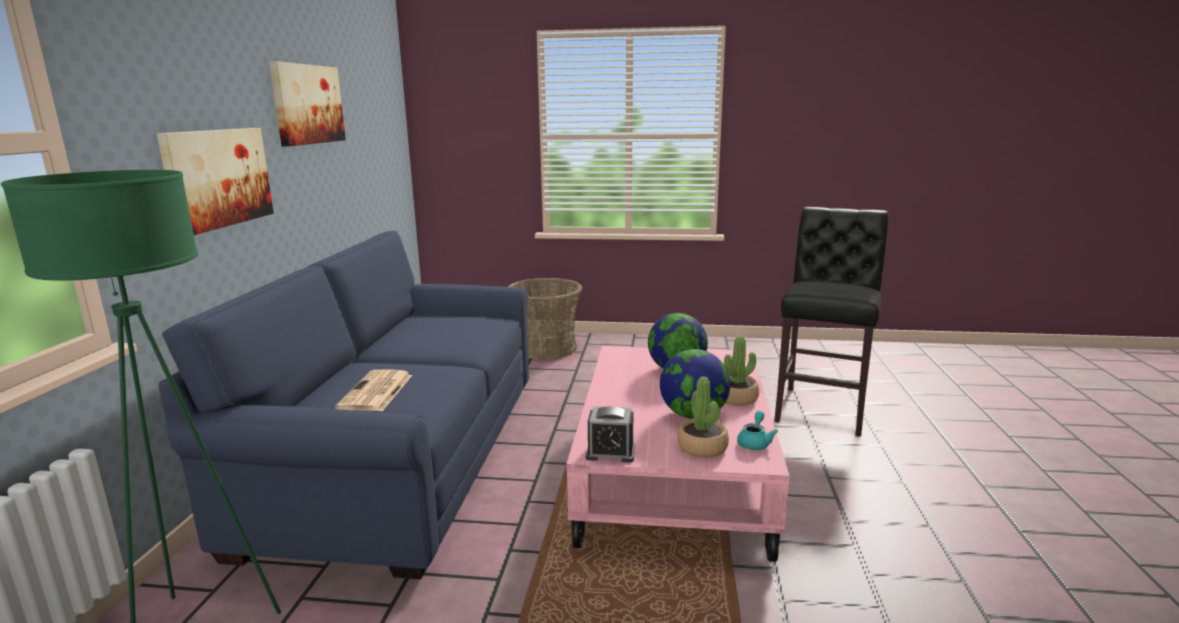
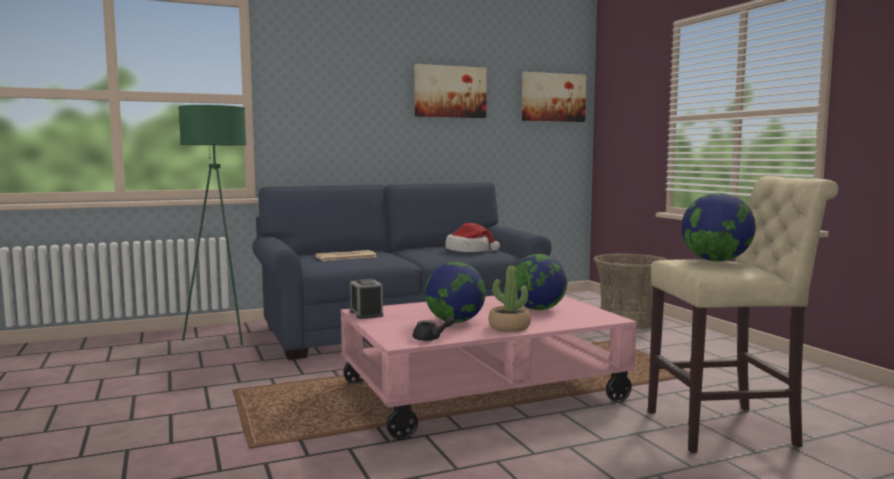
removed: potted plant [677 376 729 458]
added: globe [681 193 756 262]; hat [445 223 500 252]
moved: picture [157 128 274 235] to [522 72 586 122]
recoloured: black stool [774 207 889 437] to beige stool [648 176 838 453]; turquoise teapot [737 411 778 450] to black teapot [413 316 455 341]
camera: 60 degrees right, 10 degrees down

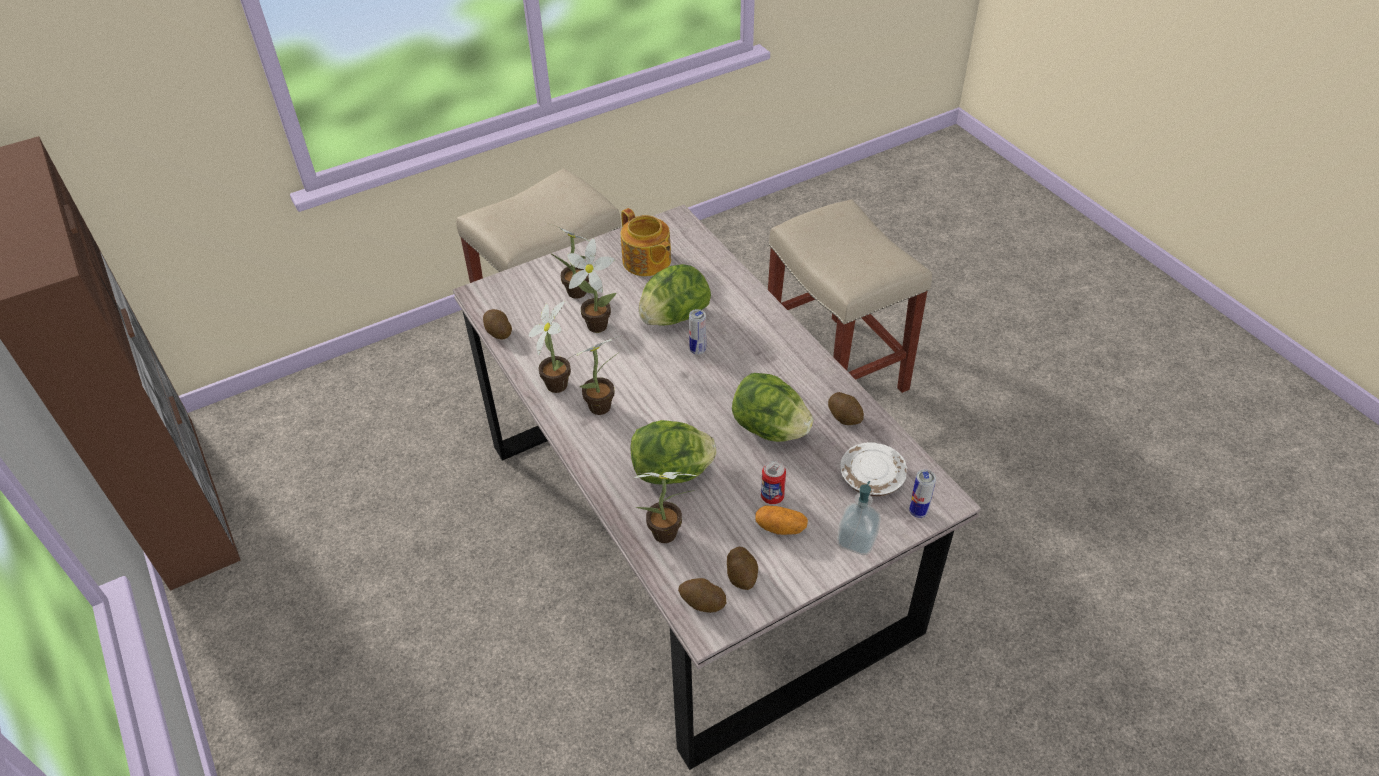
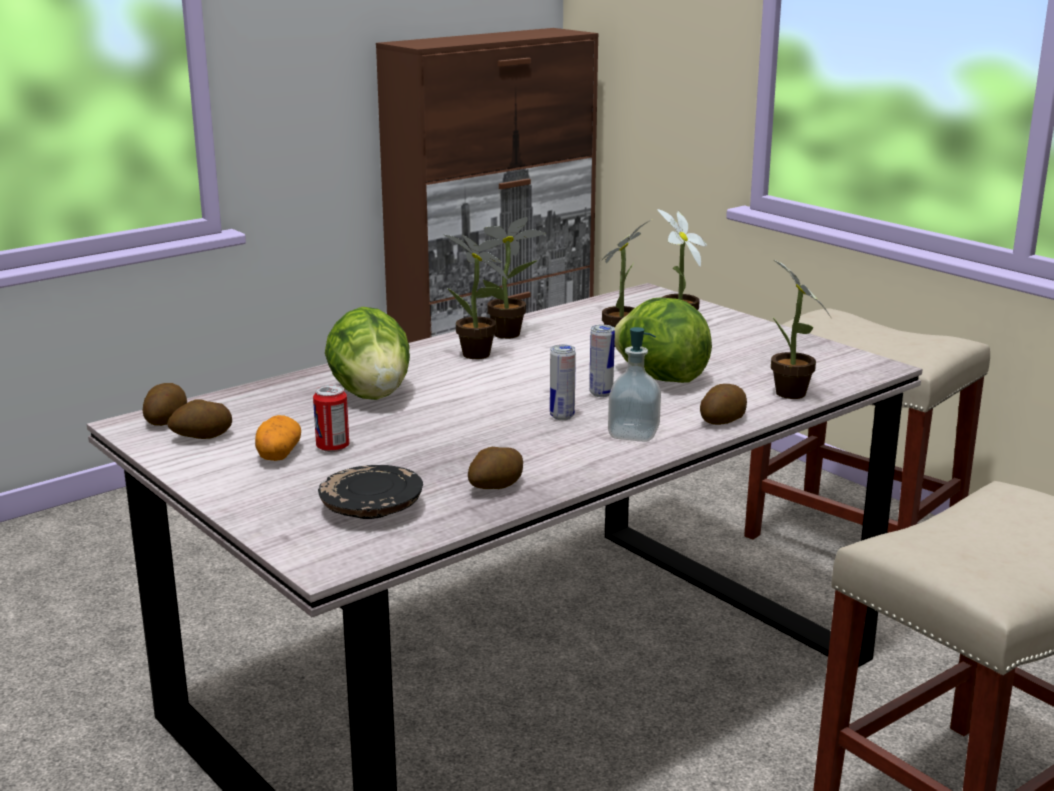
removed: teapot [621 208 671 276]; lettuce [732 373 813 442]
moved: potato [483 309 512 339] to [700 384 747 425]; can [909 470 936 518] to [550 344 576 420]; potted plant [634 472 700 543] to [771 260 832 399]; soap dispenser [837 481 881 555] to [608 327 661 442]
recoloured: white plate [840 442 907 496] to black plate [318 465 423 519]
camera: 80 degrees right, 25 degrees down

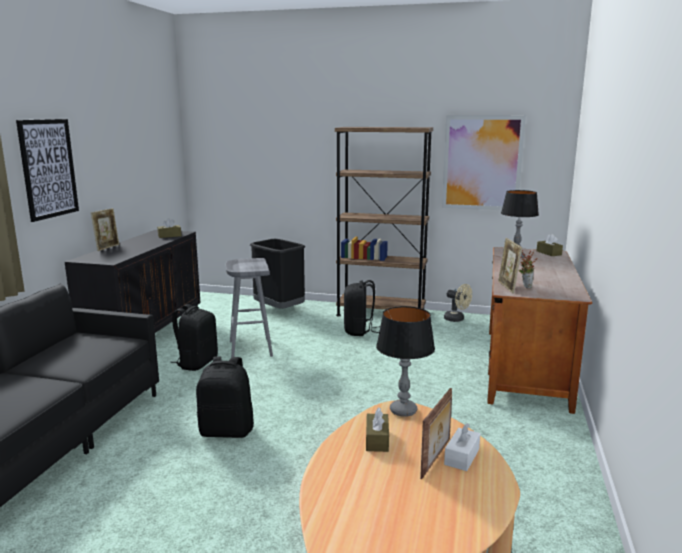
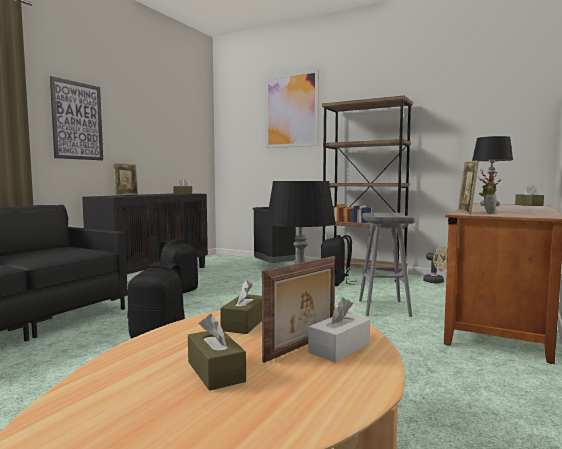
added: brown tissue box [188 314 246 391]
moved: picture [442 115 526 210] to [265 69 319 148]; grey stool [226 258 273 358] to [359 213 415 317]
camera: 15 degrees right, 10 degrees down

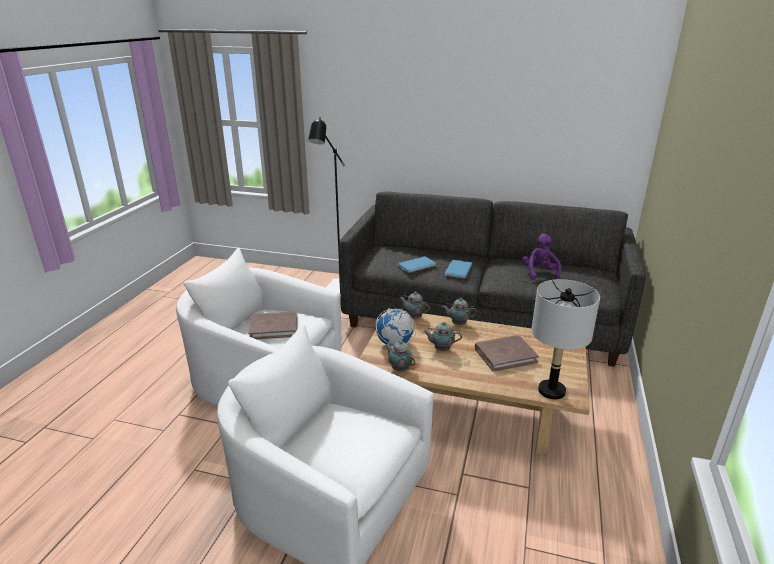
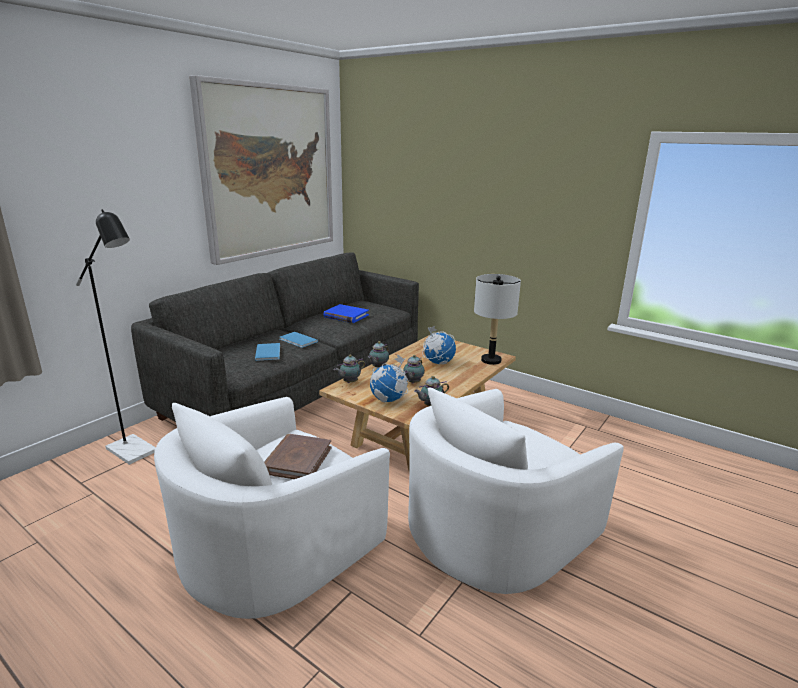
added: picture [189 75 333 265]
replaced: purple plush toy [522 234 561 280] to blue book [323 304 369 323]; brown book [475 335 539 372] to globe [422 326 456 364]
camera: 70 degrees left, 5 degrees down

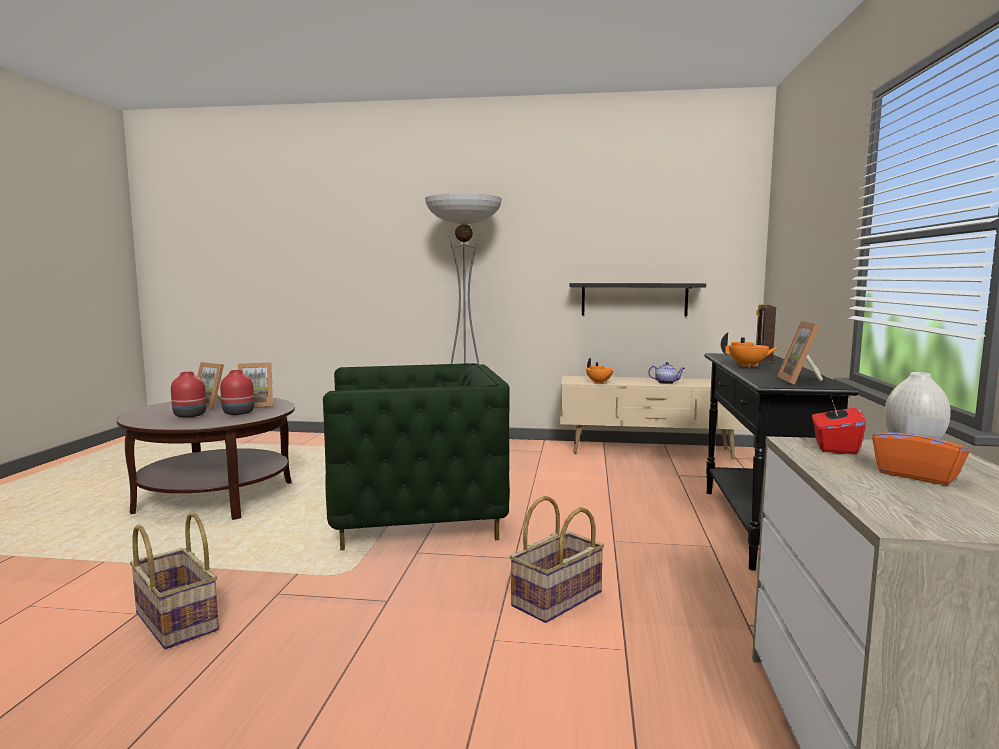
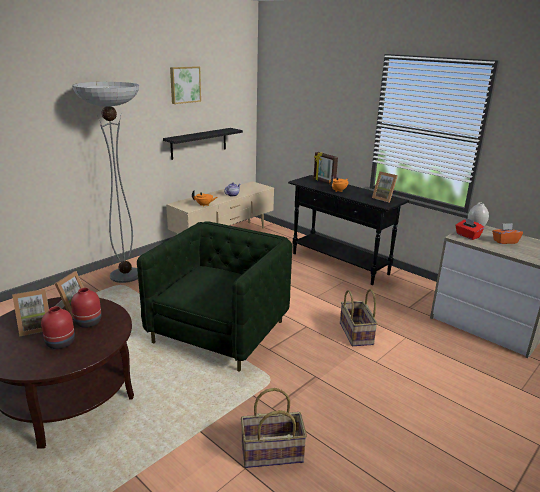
added: picture [170 66 201 104]
camera: 55 degrees left, 15 degrees up

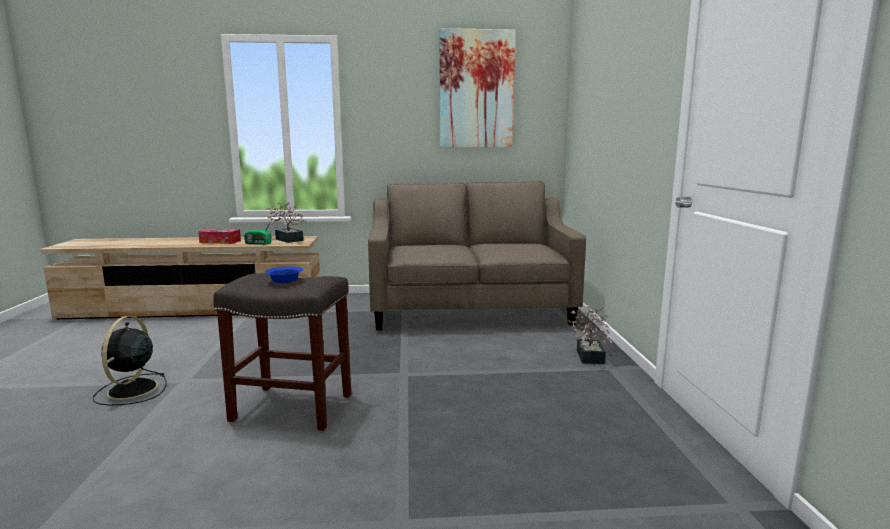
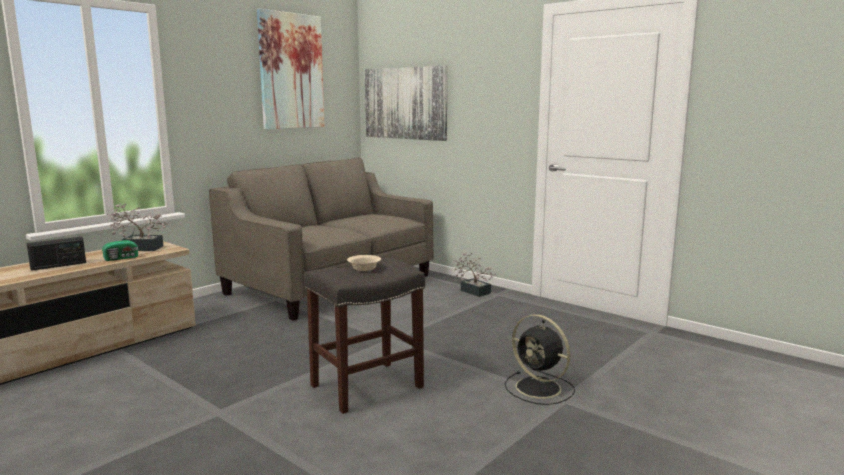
added: picture [365 66 448 141]
moved: black fan [93 316 166 405] to [504 314 575 405]
replaced: tissue box [198 229 241 244] to radio [27 237 86 271]
recoloured: blue bowl [265 266 303 283] to beige bowl [347 255 381 271]
camera: 45 degrees left, 0 degrees up

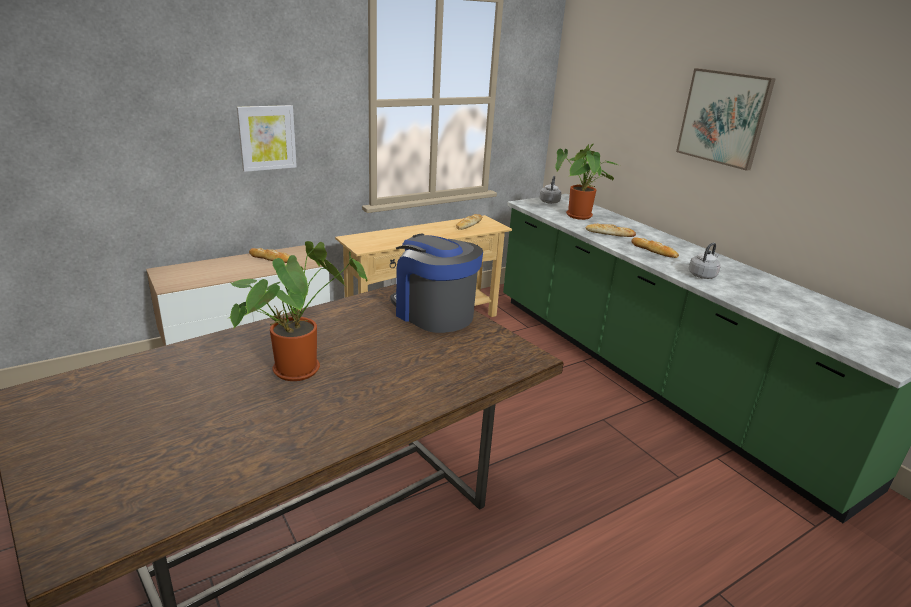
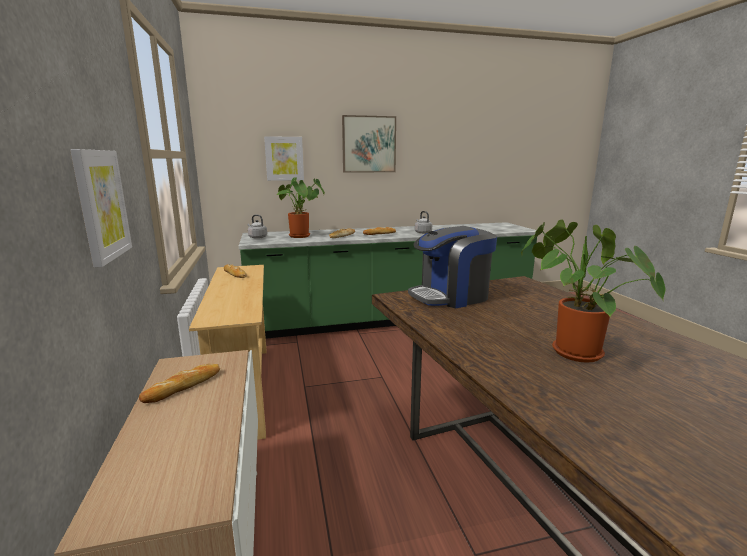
added: picture [264 136 304 181]
camera: 70 degrees left, 10 degrees down

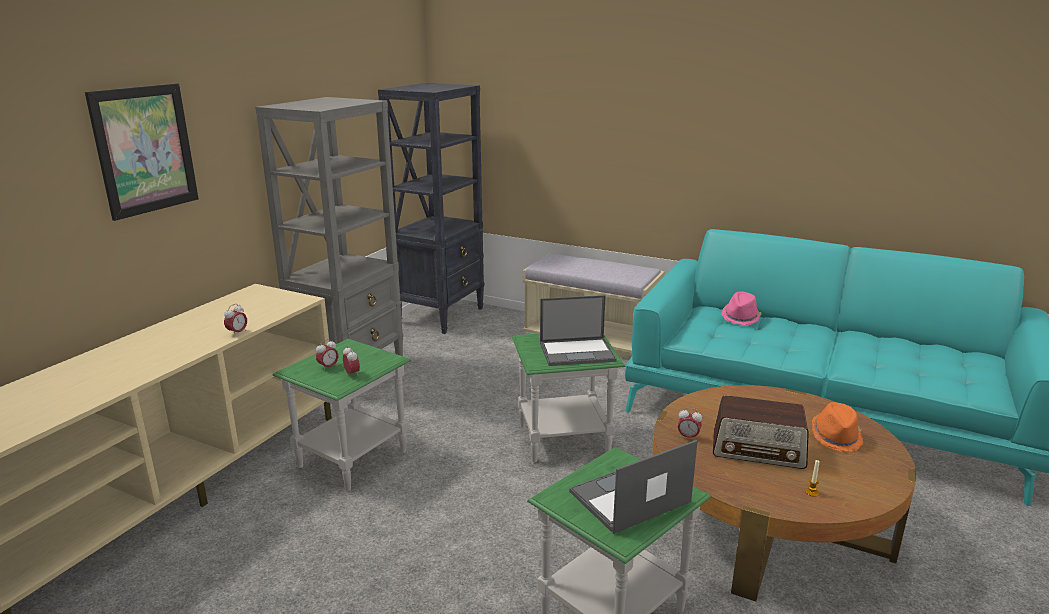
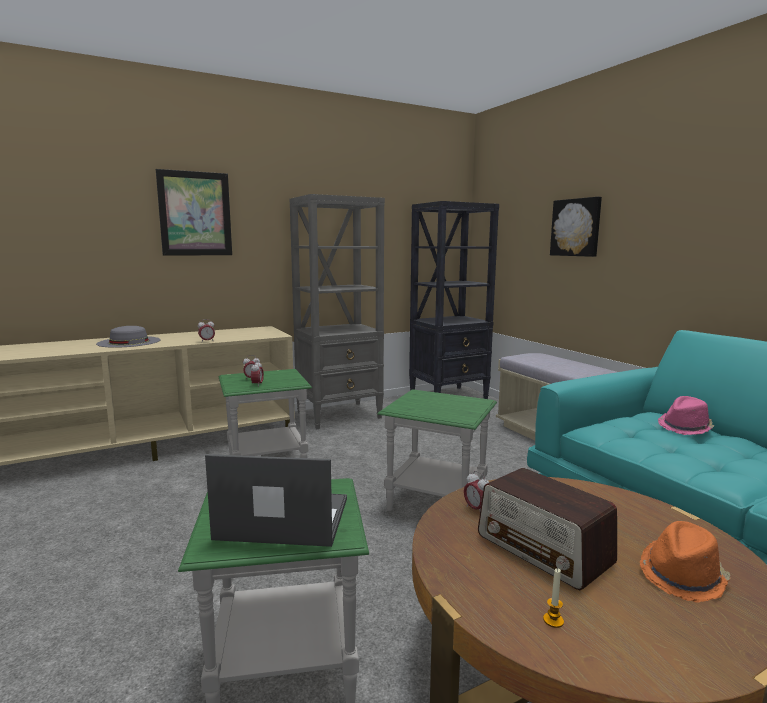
removed: laptop [540 295 616 366]
added: picture [550 197 602 257]; grey hat [96 326 161 348]
camera: 35 degrees right, 10 degrees down

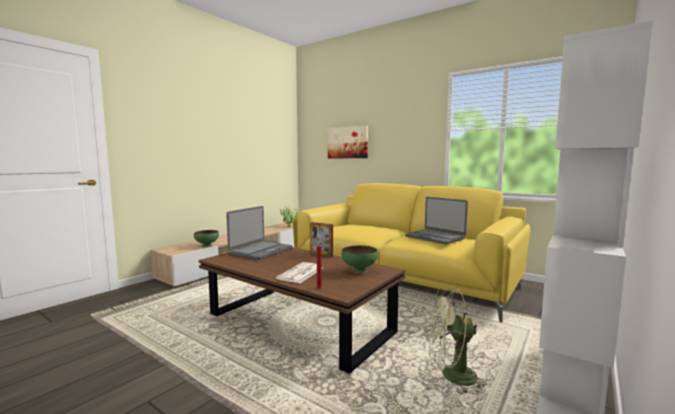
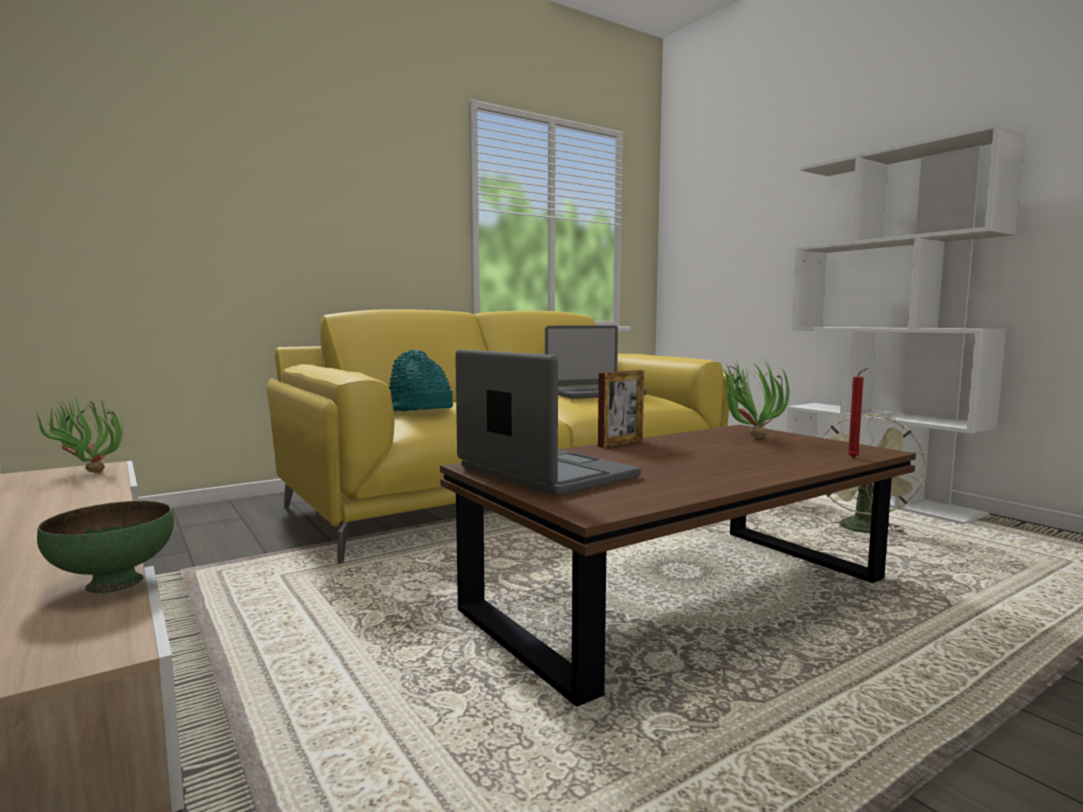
removed: picture [328 126 368 158]; newspaper [276 262 323 283]
added: turquoise hat [389 350 453 411]
replaced: green bowl [341 245 378 274] to potted plant [718 356 789 438]
camera: 70 degrees left, 0 degrees up

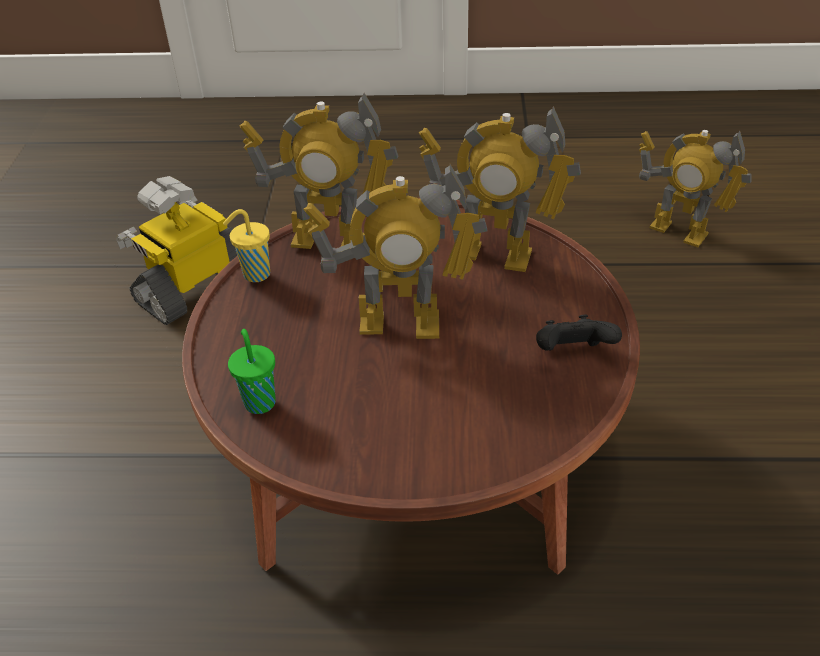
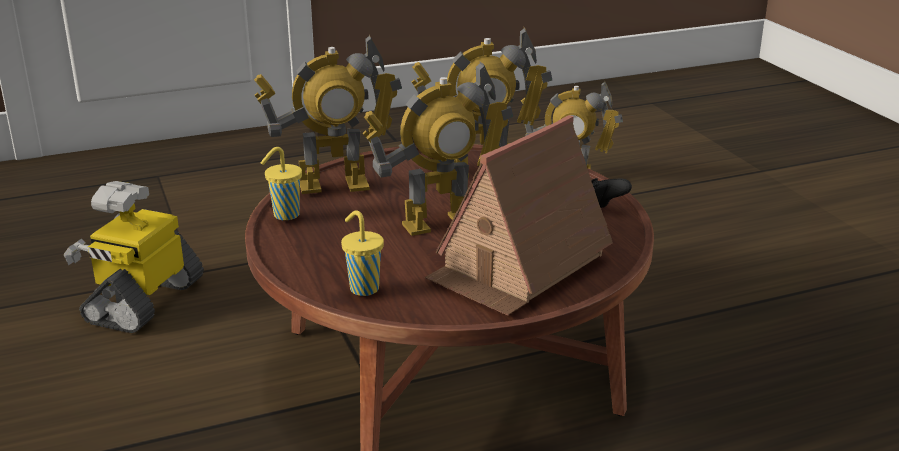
added: toy house [425 115 613 315]
recoloured: green cup [228 329 276 414] to yellow cup [341 210 384 296]
camera: 25 degrees left, 15 degrees down

